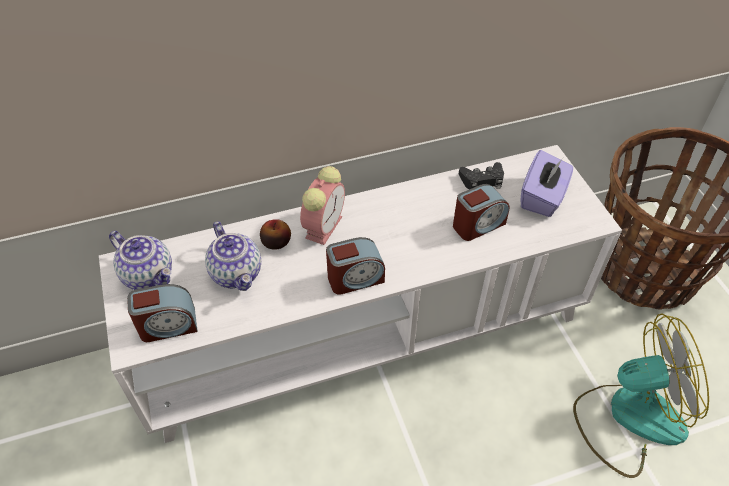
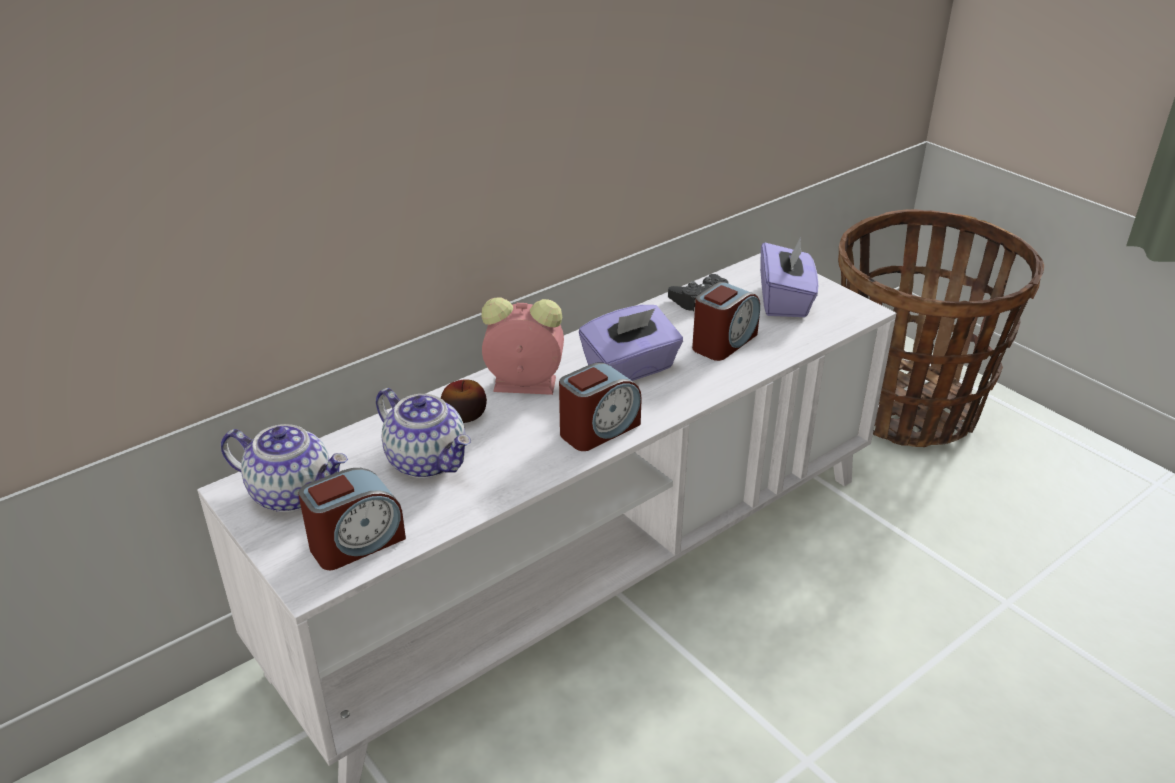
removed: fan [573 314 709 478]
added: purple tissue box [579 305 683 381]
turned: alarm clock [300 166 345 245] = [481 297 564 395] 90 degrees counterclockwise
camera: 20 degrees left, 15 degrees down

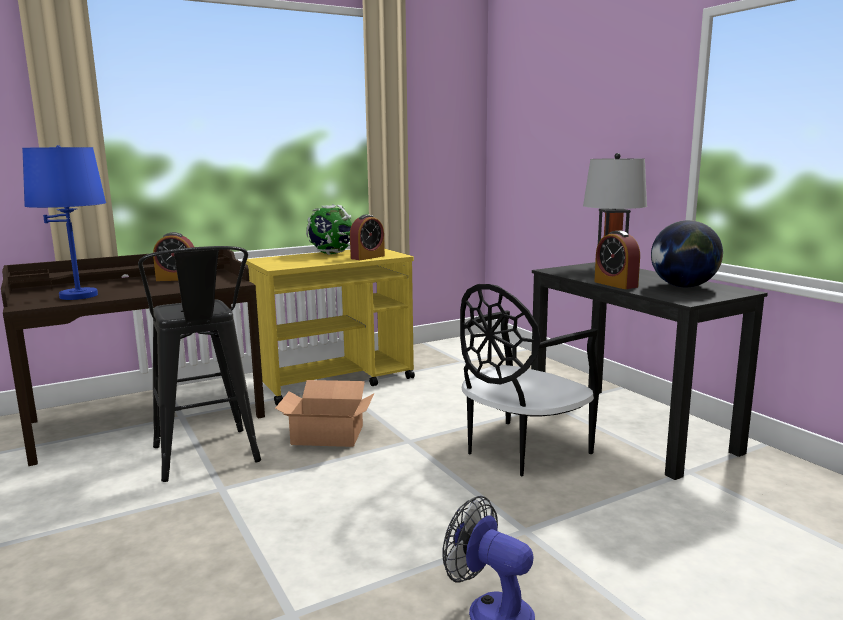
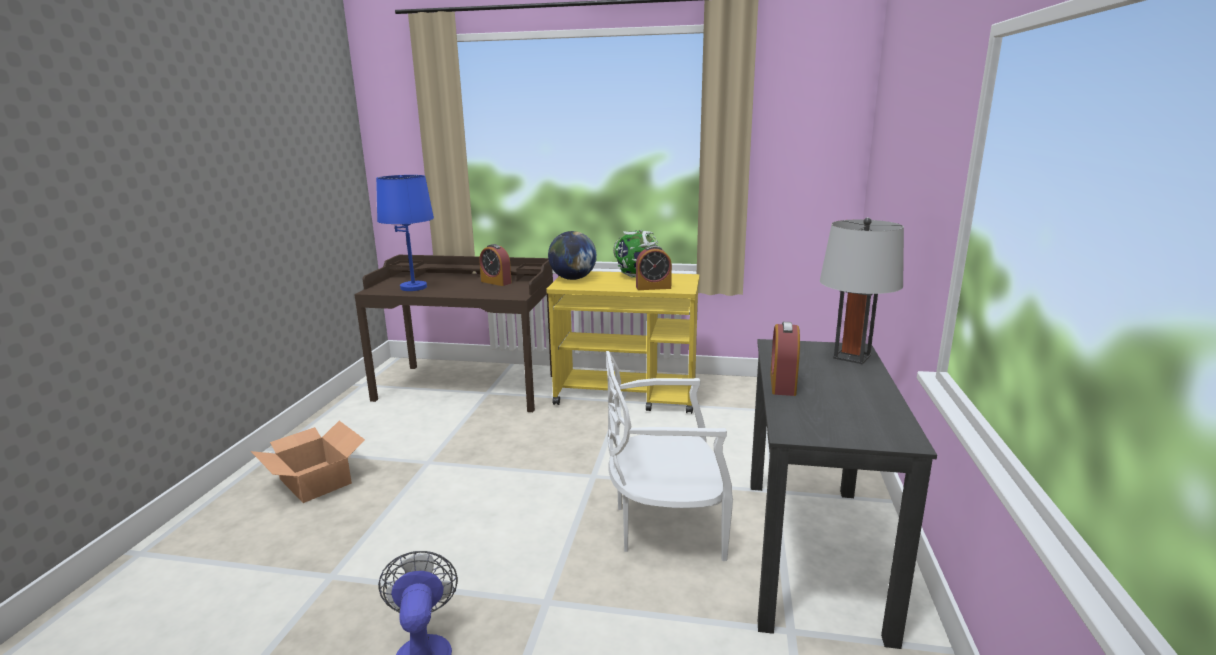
removed: black stool [138 246 261 482]
moved: globe [651 220 723 288] to [548 231 597 280]; cardboard box [275 380 374 447] to [251 421 365 503]
recoloured: black chair [460 284 599 476] to white chair [606 351 733 561]
camera: 40 degrees right, 5 degrees up

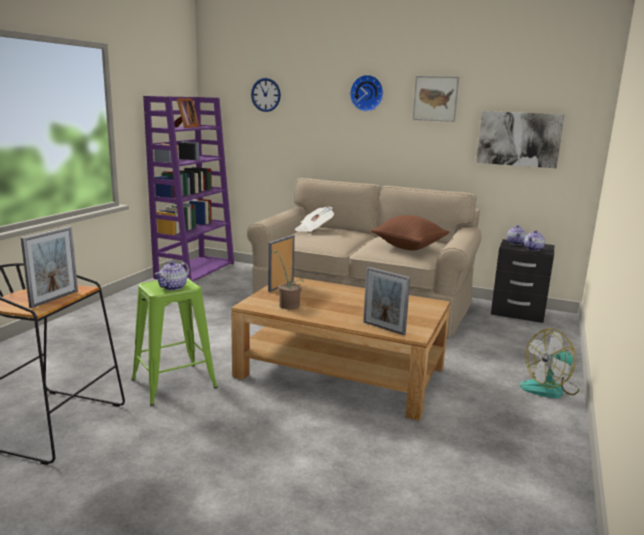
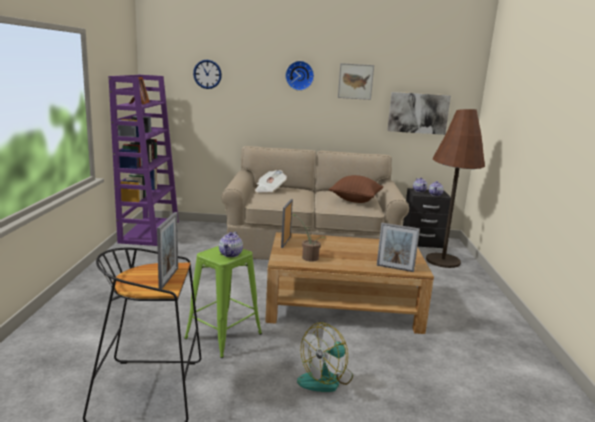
added: brown floor lamp [426 109 485 268]
moved: fan [519 328 579 398] to [297 322 353 392]
camera: 20 degrees left, 0 degrees up

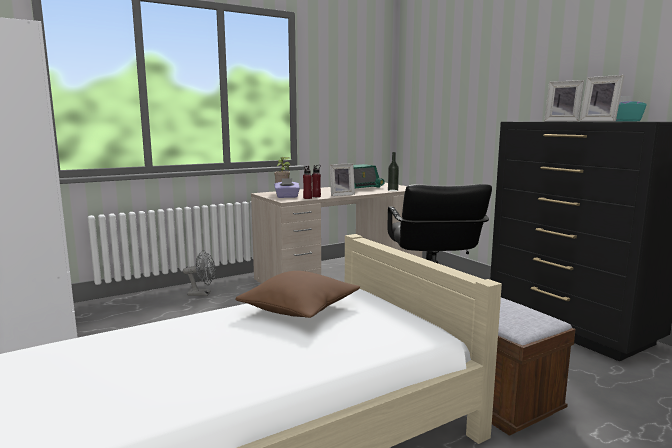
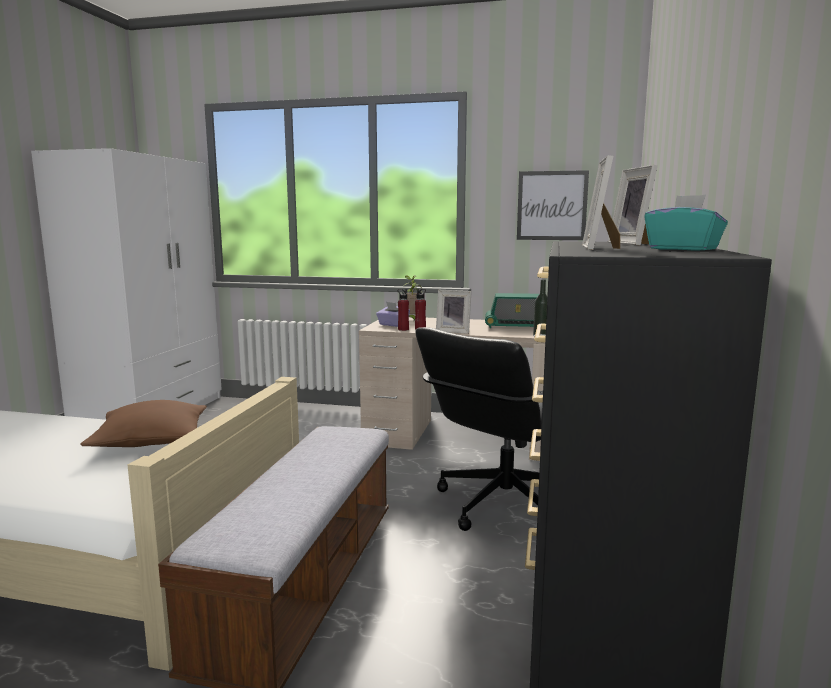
removed: grey fan [183 250 216 296]
added: picture [517 170 589 240]
camera: 45 degrees right, 0 degrees up

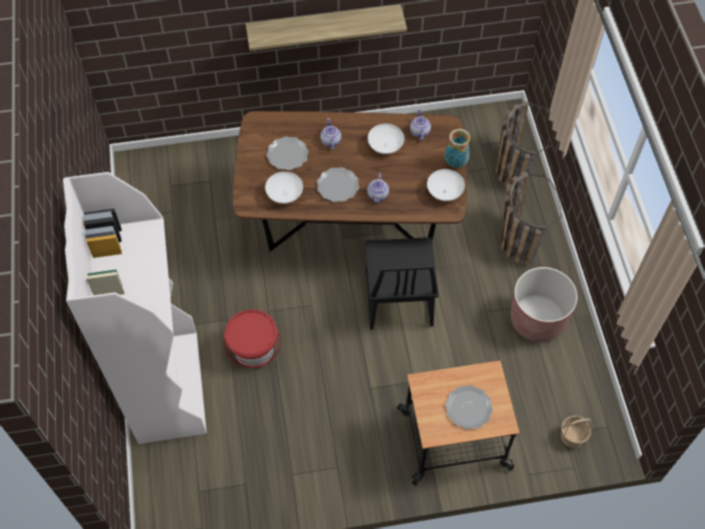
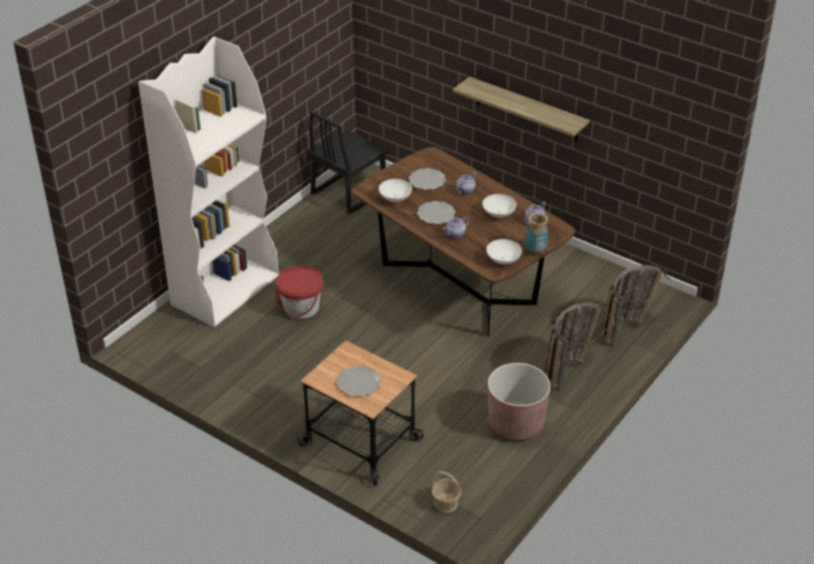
moved: black chair [365 237 439 330] to [309 111 389 214]
camera: 45 degrees right, 20 degrees down

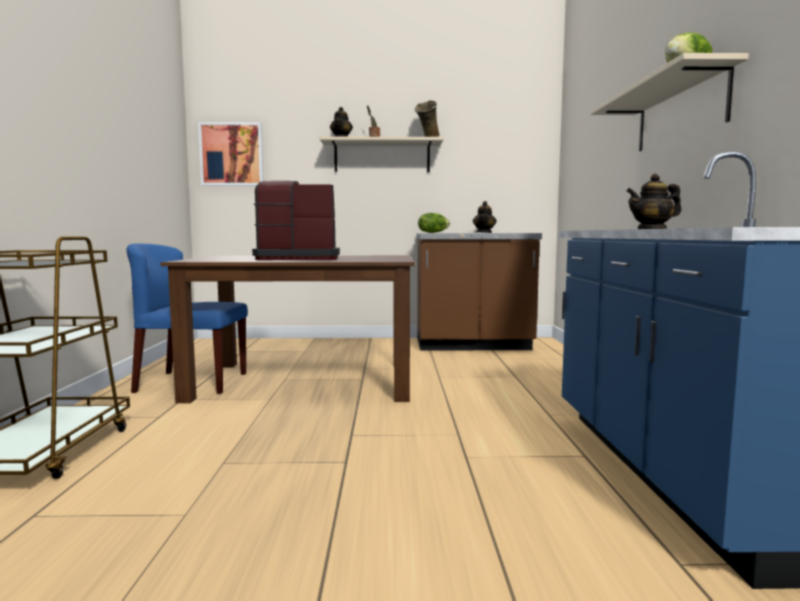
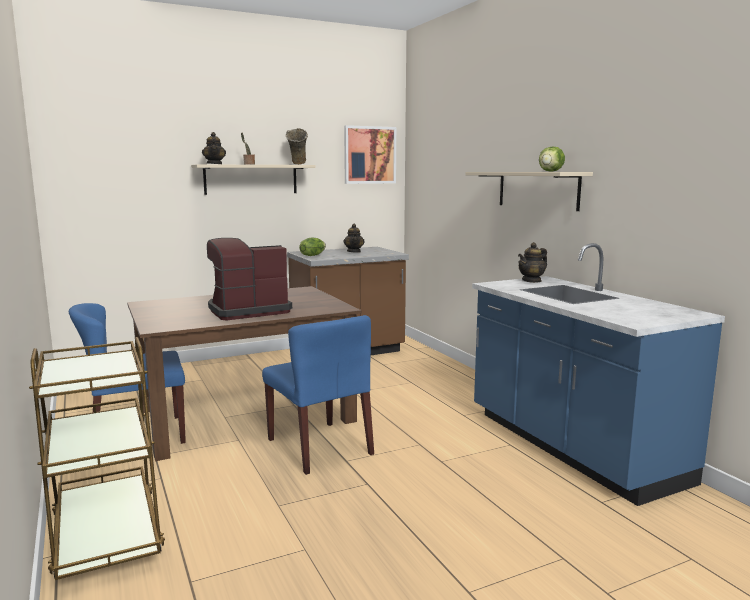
added: blue chair [262 315 374 475]
moved: picture [198 122 263 186] to [344 125 396 184]
camera: 25 degrees left, 5 degrees up

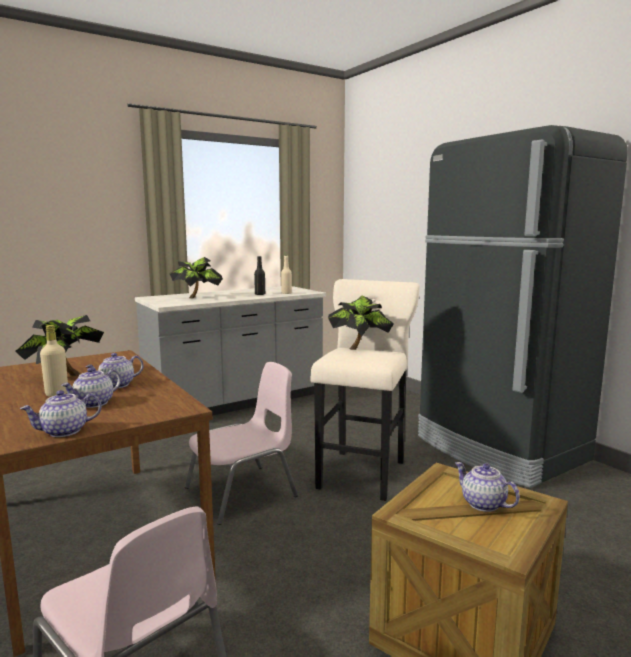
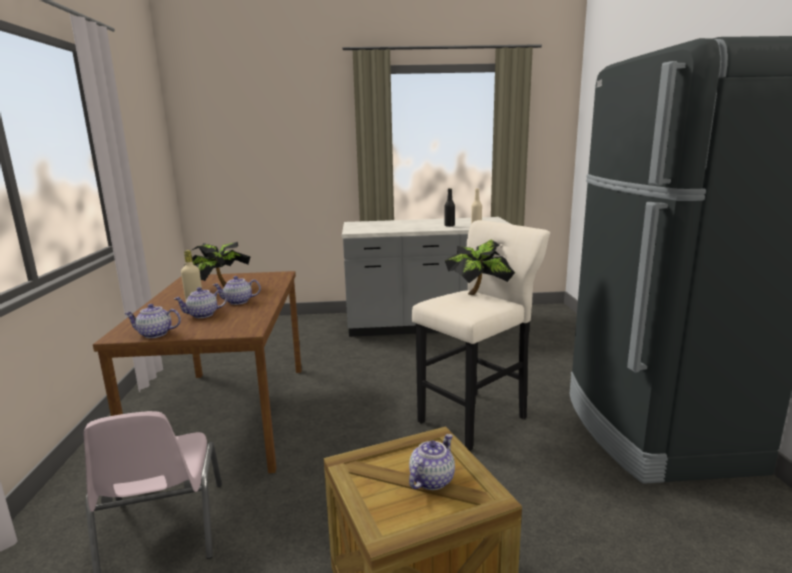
removed: potted plant [169 257 223 298]; pink chair [185 362 298 525]
turned: teapot [455 462 520 512] = [409 434 455 490] 45 degrees clockwise
camera: 30 degrees right, 5 degrees up

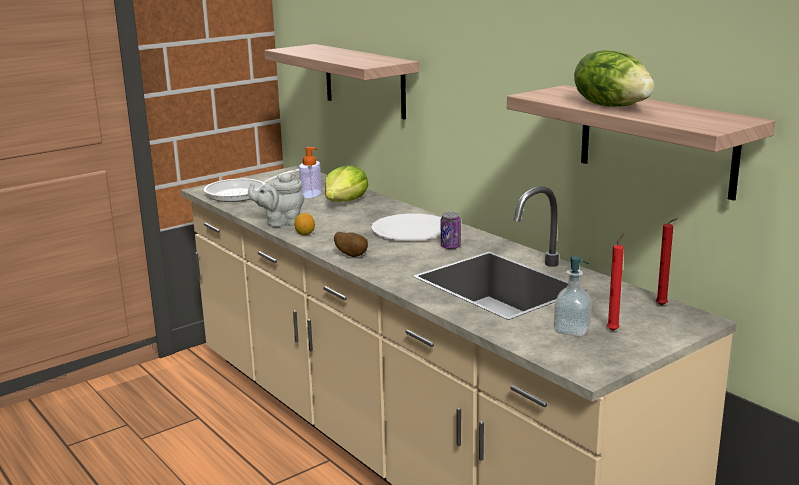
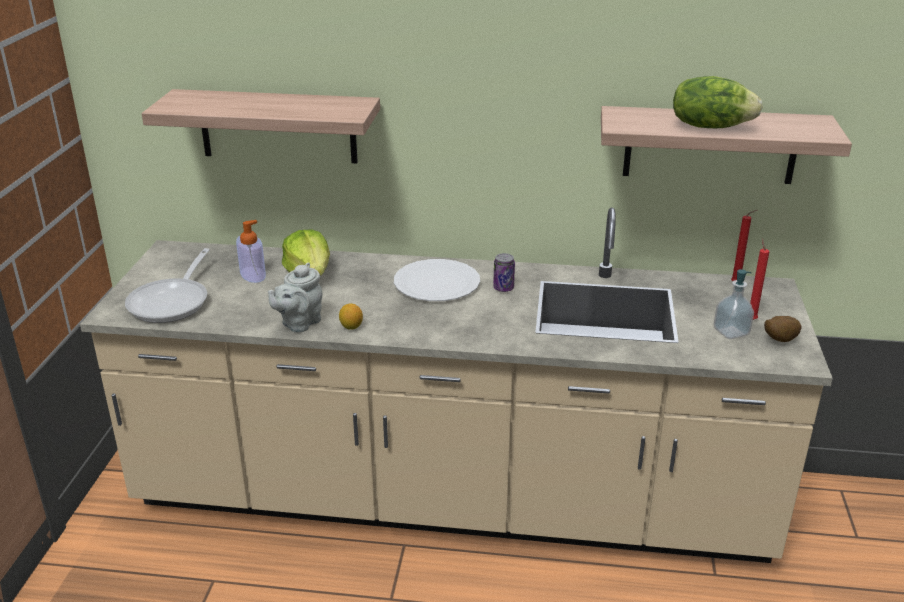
moved: potato [334 232 368 257] to [764 316 802 342]
camera: 45 degrees left, 10 degrees up

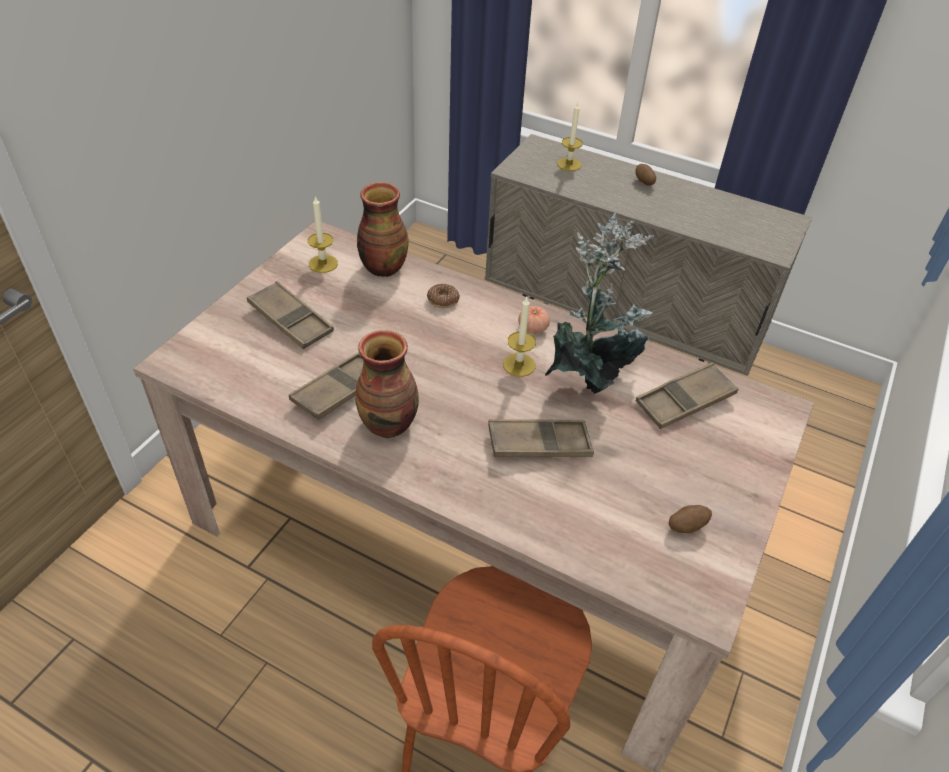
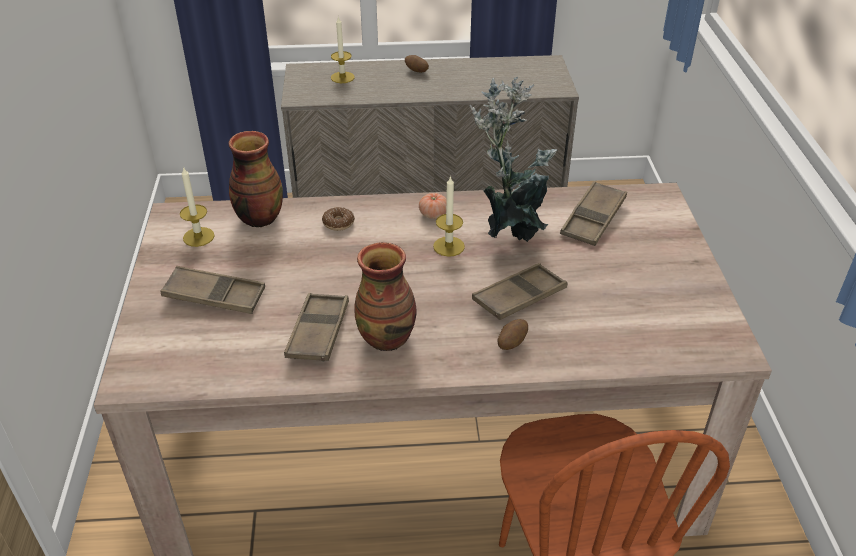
moved: potato [669 505 712 533] to [497 319 528 350]
camera: 30 degrees left, 5 degrees down

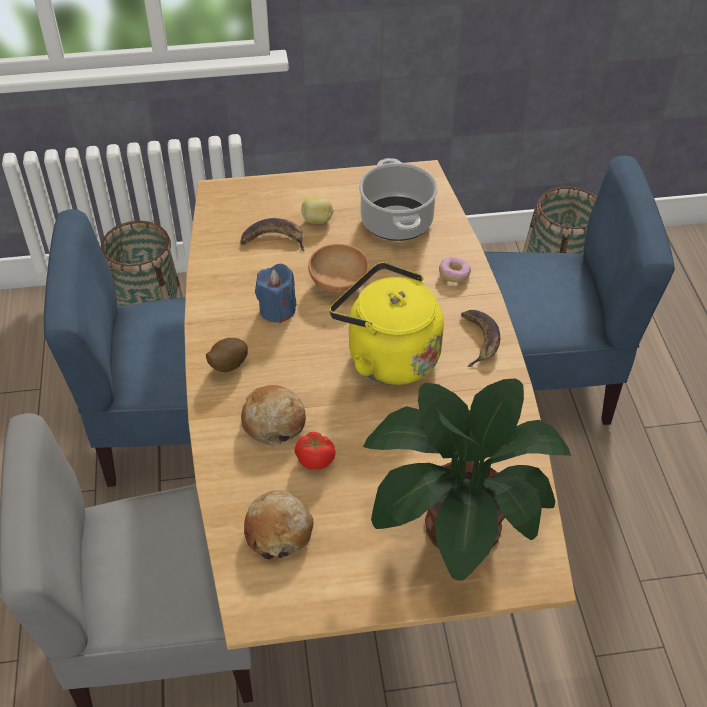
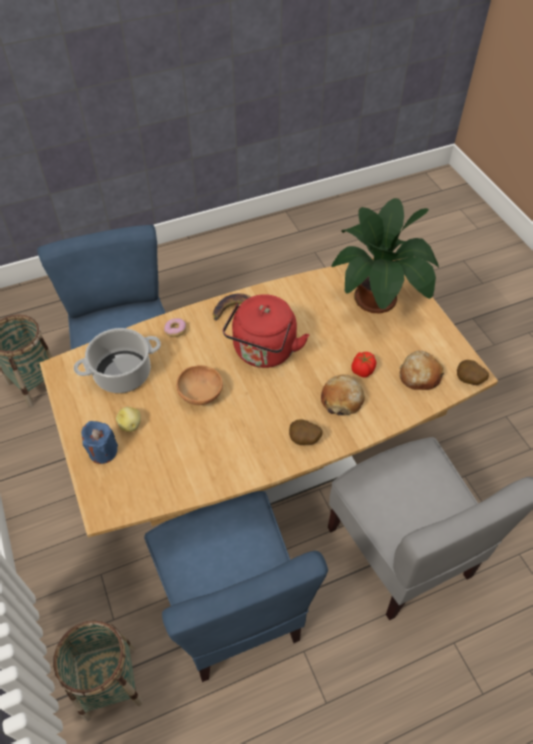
removed: banana [240 218 305 251]
added: potato [457 360 489 385]
moved: blue candle [255 263 296 323] to [81 421 118 464]
recoloured: yellow kettle [330 262 444 385] to red kettle [223 294 309 368]
camera: 105 degrees left, 5 degrees up

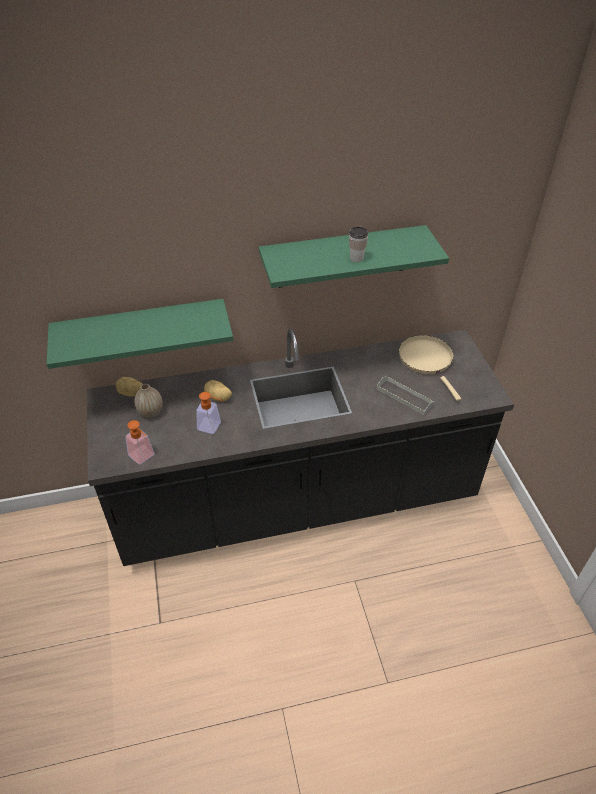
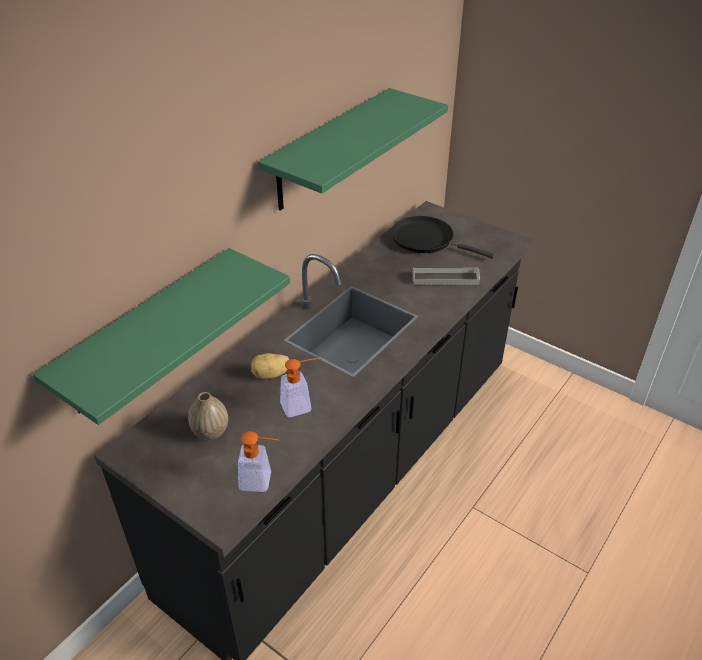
removed: cup [349 226 368 262]; potato [116 377 142 397]
recoloured: beige frying pan [399 335 461 401] to black frying pan [392 216 495 259]
camera: 40 degrees left, 5 degrees down

